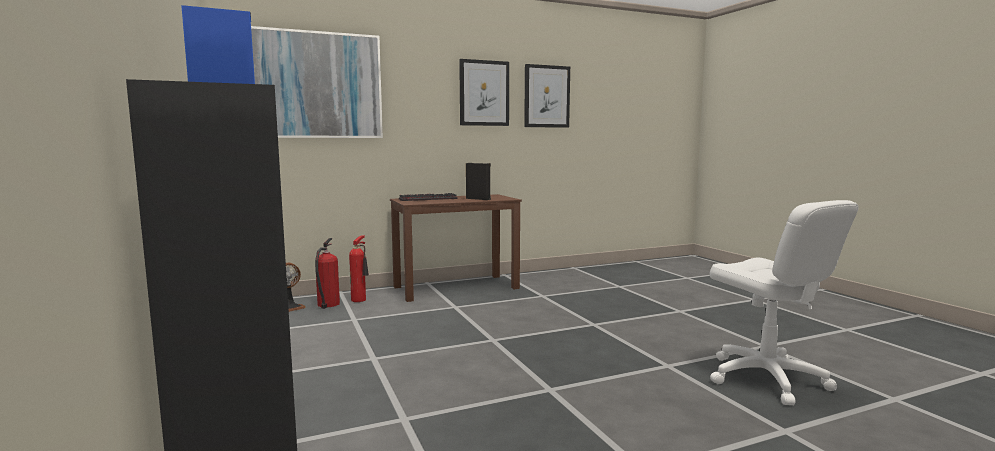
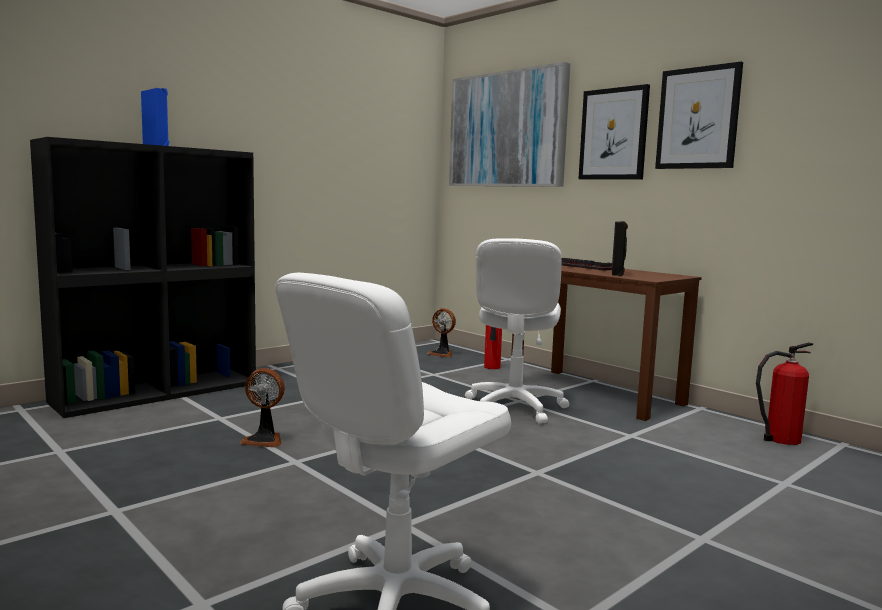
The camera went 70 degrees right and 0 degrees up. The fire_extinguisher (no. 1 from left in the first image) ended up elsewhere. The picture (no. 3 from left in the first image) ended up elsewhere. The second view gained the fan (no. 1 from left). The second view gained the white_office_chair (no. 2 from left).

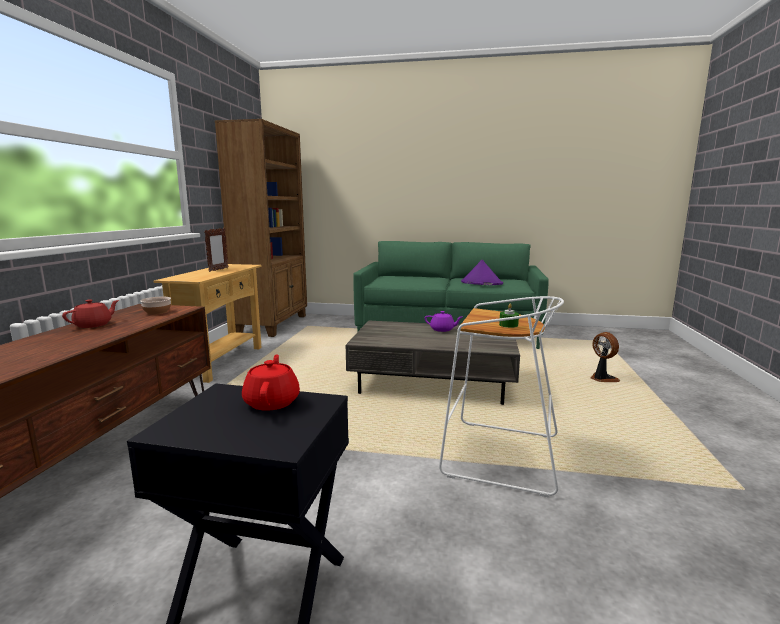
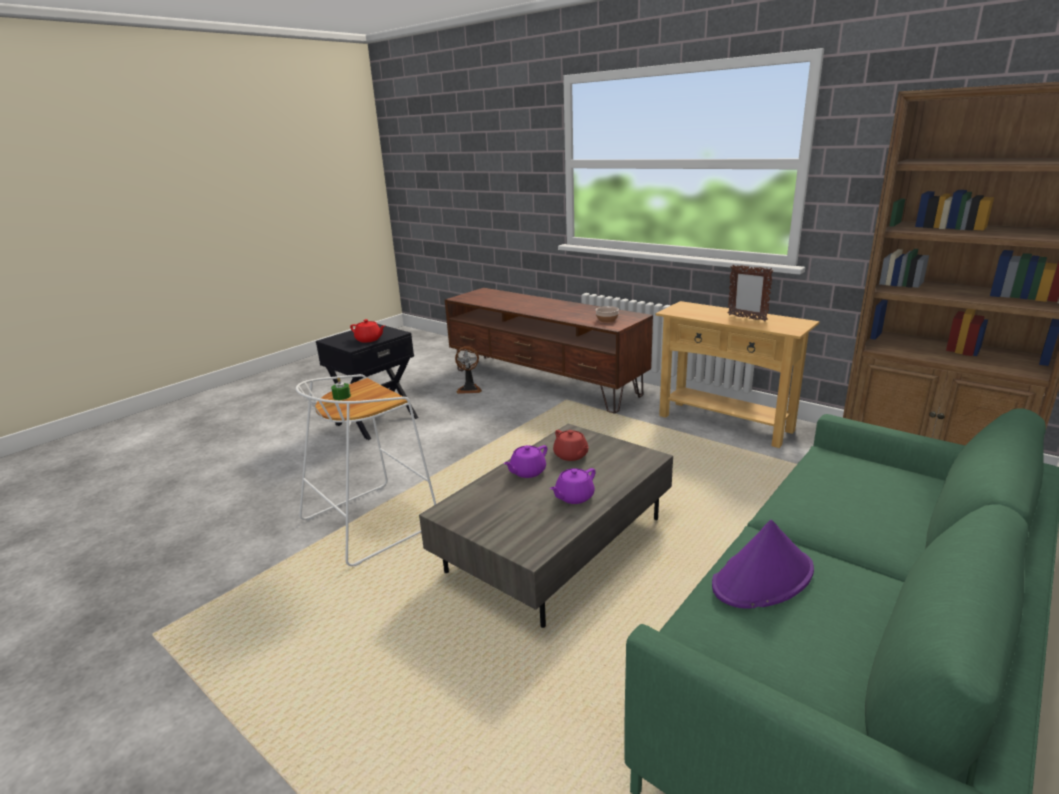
The camera went 120 degrees right and 10 degrees up. The red_teapot (no. 1 from left in the first image) ended up elsewhere. The fan ended up elsewhere. The second view gained the purple_teapot (no. 1 from left).

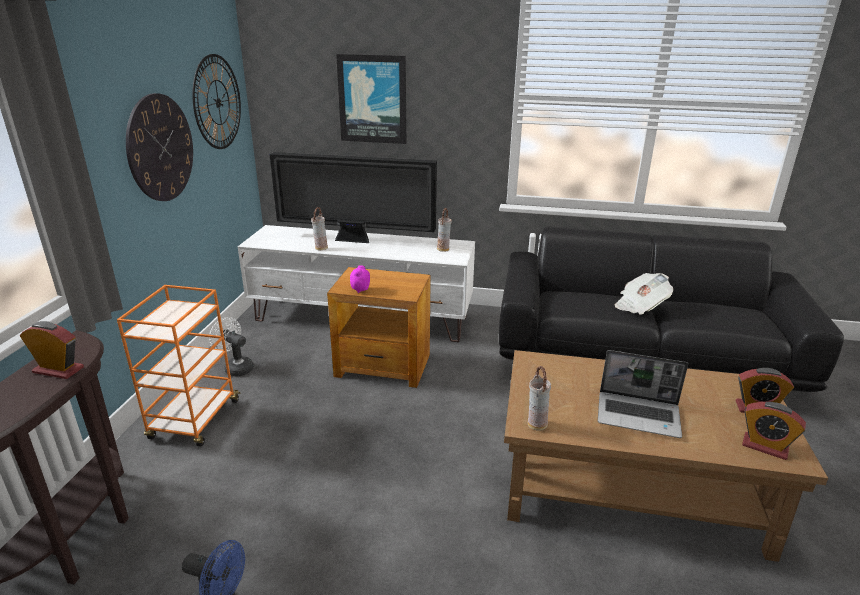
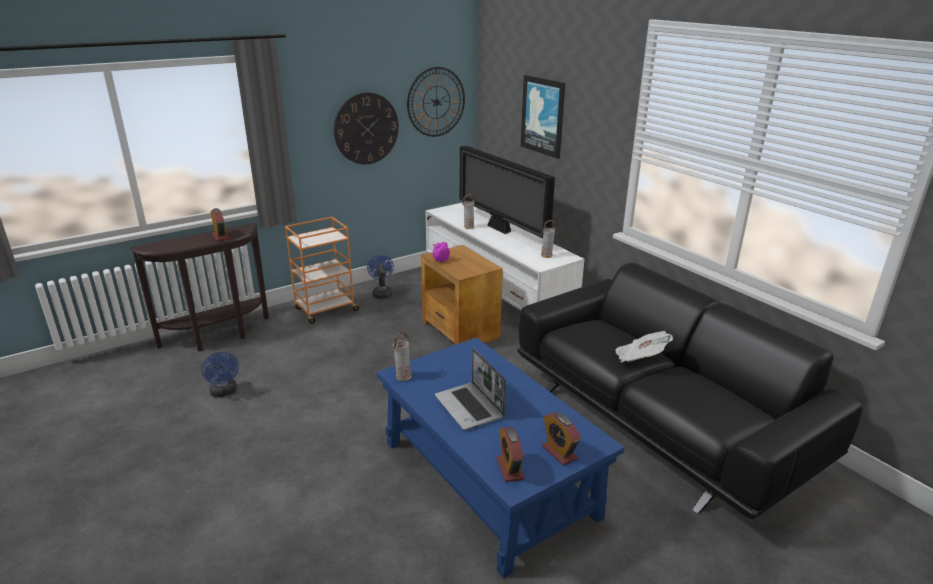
The camera went 45 degrees right and 0 degrees up. What was the white_fan turned into the blue_fan (no. 2 from left). What was the brown_coffee_table turned into the blue_coffee_table.

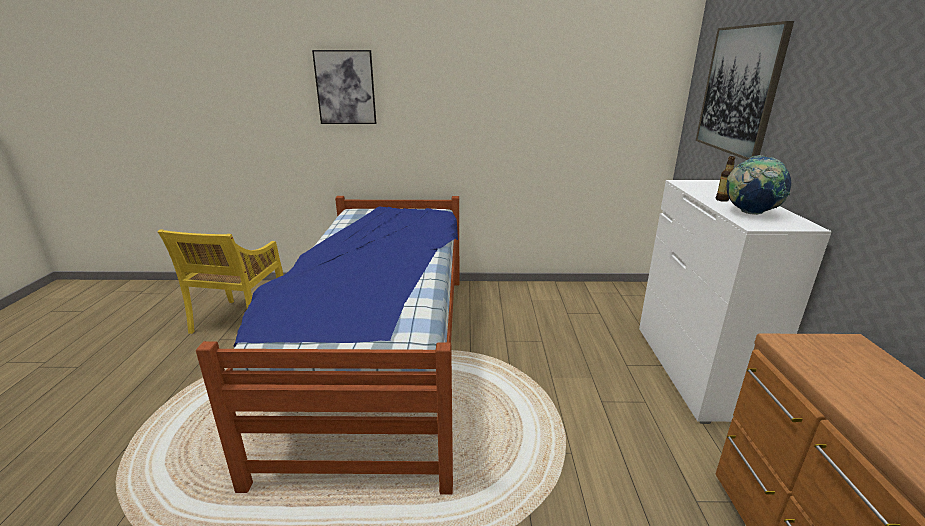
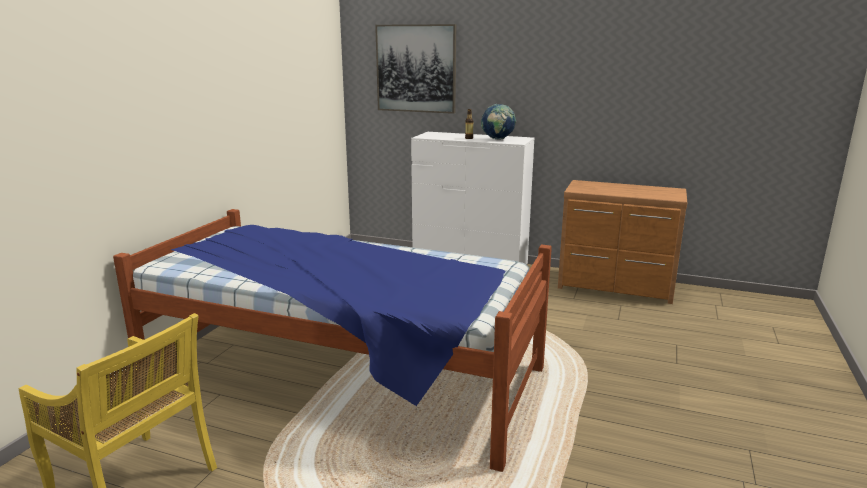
The camera went 70 degrees left and 5 degrees down. The second view lost the picture (no. 1 from left).

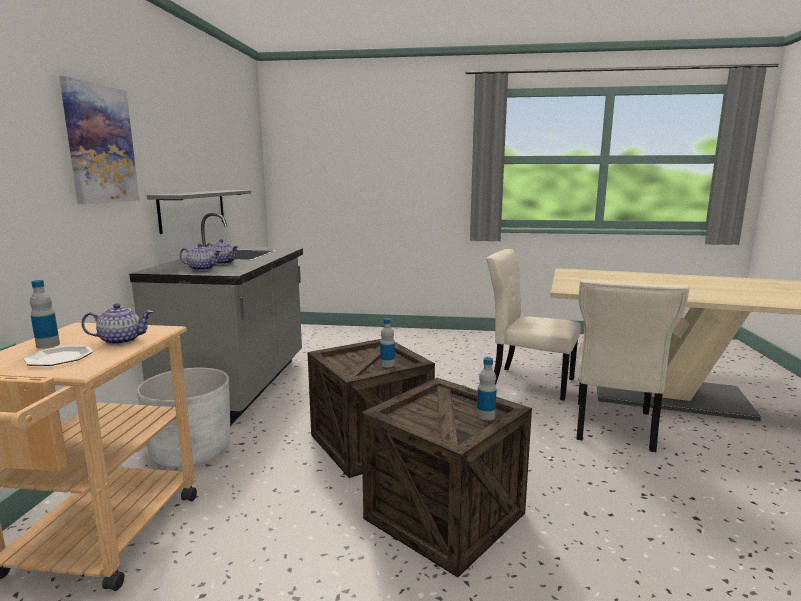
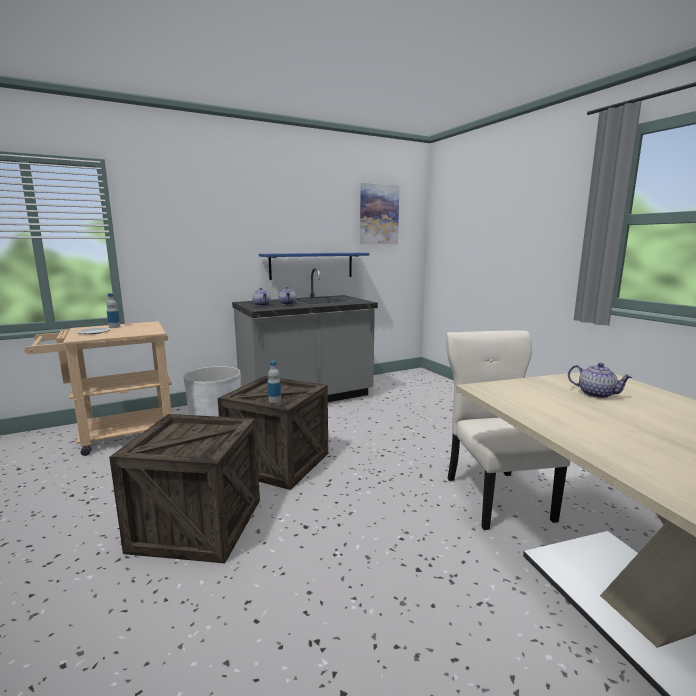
The camera went 55 degrees right and 0 degrees up. The picture ended up elsewhere. The teapot (no. 1 from left in the first image) ended up elsewhere. What was the grey_shelf turned into the blue_shelf. The second view lost the bottle (no. 3 from left). The second view lost the beige_chair (no. 2 from left).

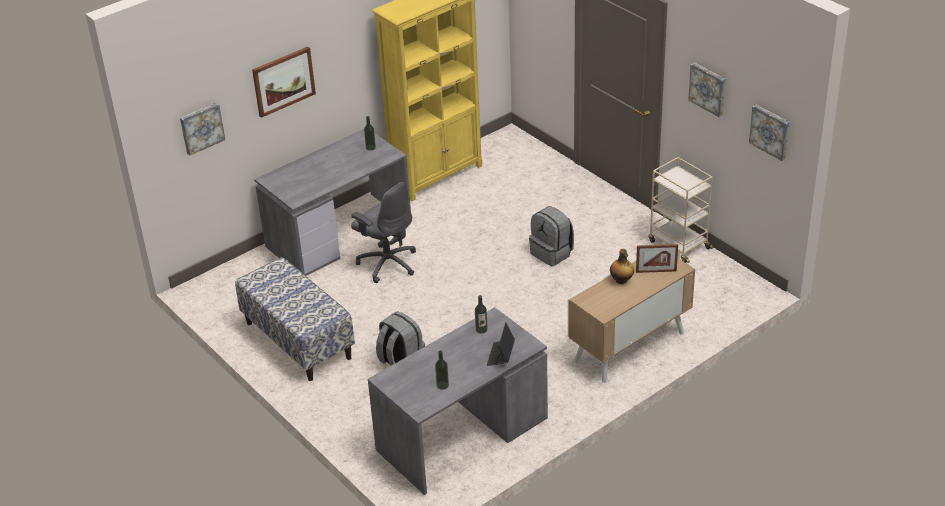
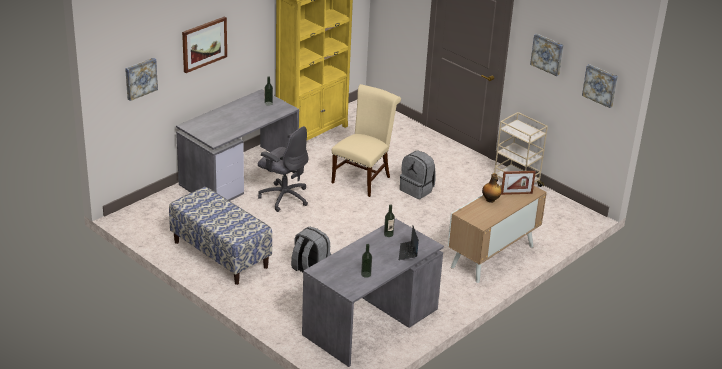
The camera went 10 degrees left and 5 degrees down. The second view gained the beige_chair.

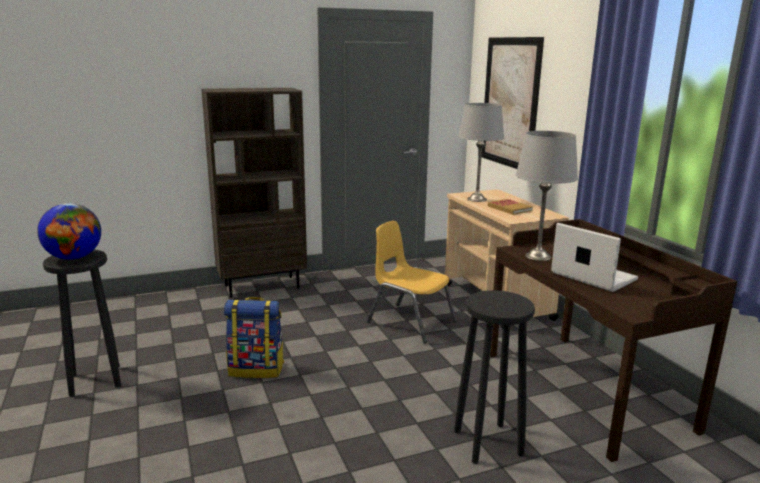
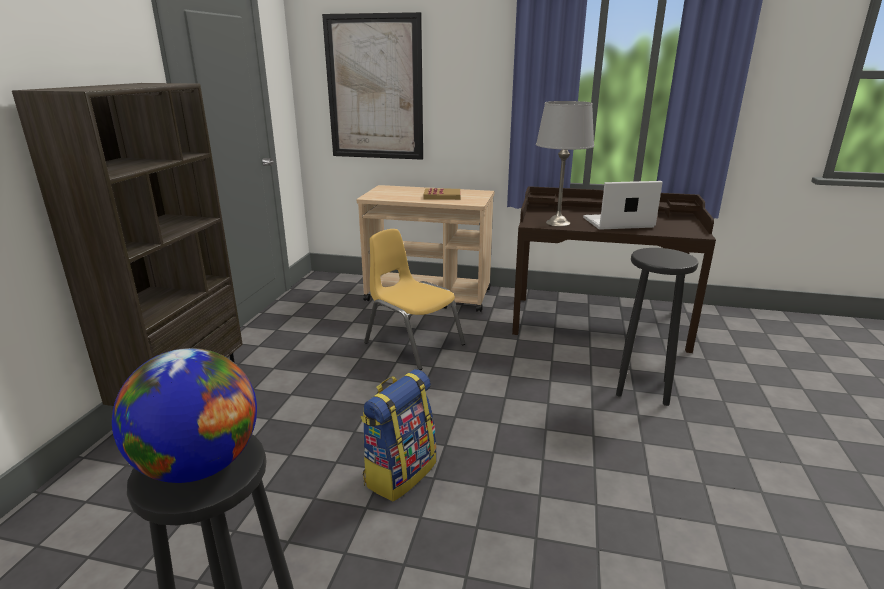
The camera went 55 degrees left and 5 degrees up. The yellow_chair ended up facing another way, 60 degrees clockwise from before. The second view lost the grey_table_lamp (no. 1 from left).

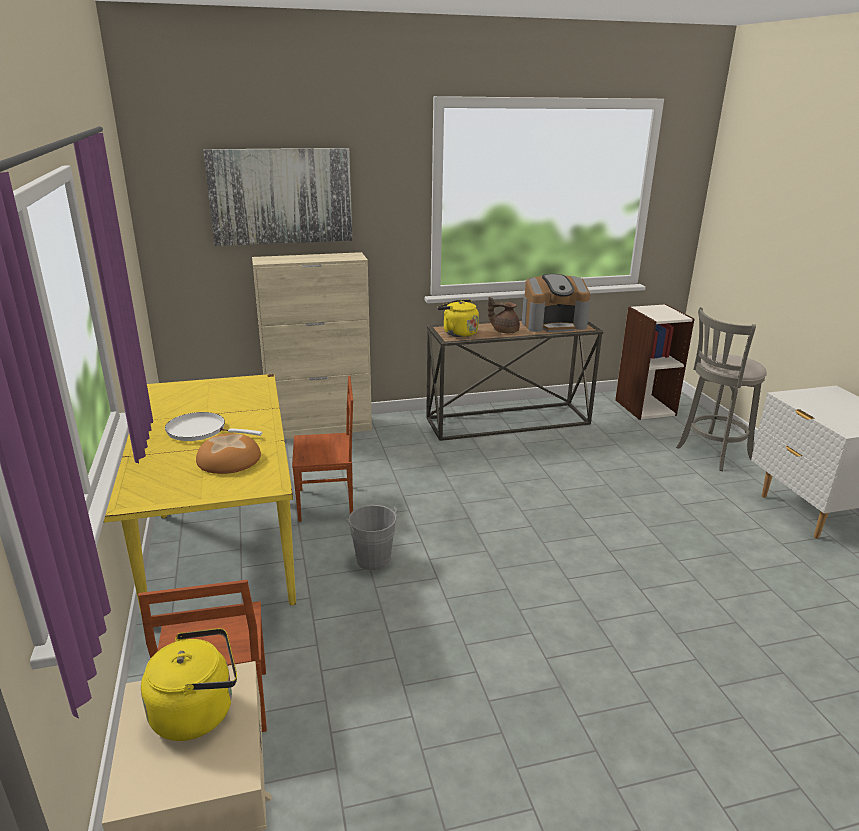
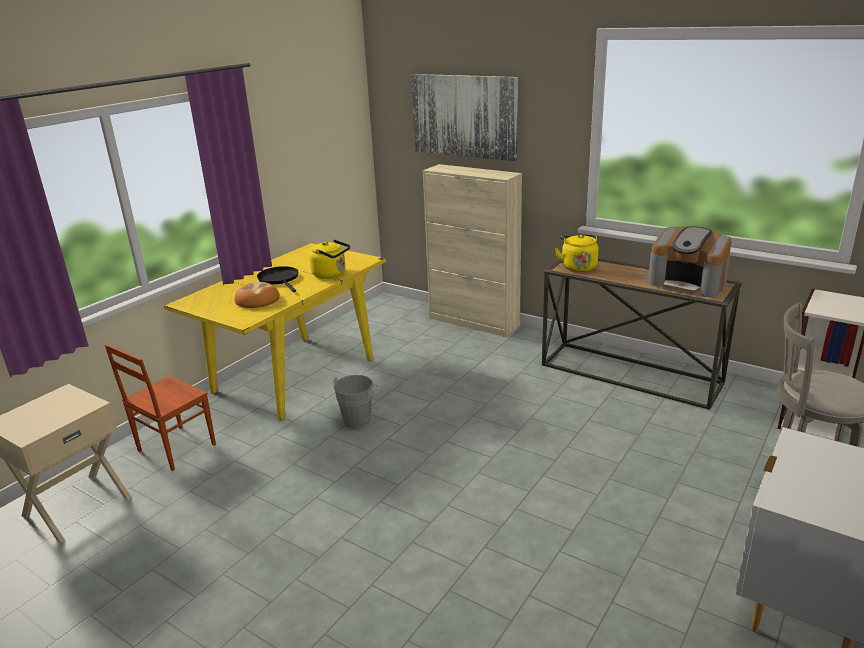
The camera went 50 degrees right and 0 degrees up. The yellow_kettle (no. 1 from left) ended up elsewhere. What was the white_frying_pan turned into the black_frying_pan. The second view lost the brown_chair (no. 2 from left). The second view lost the brown_teapot.

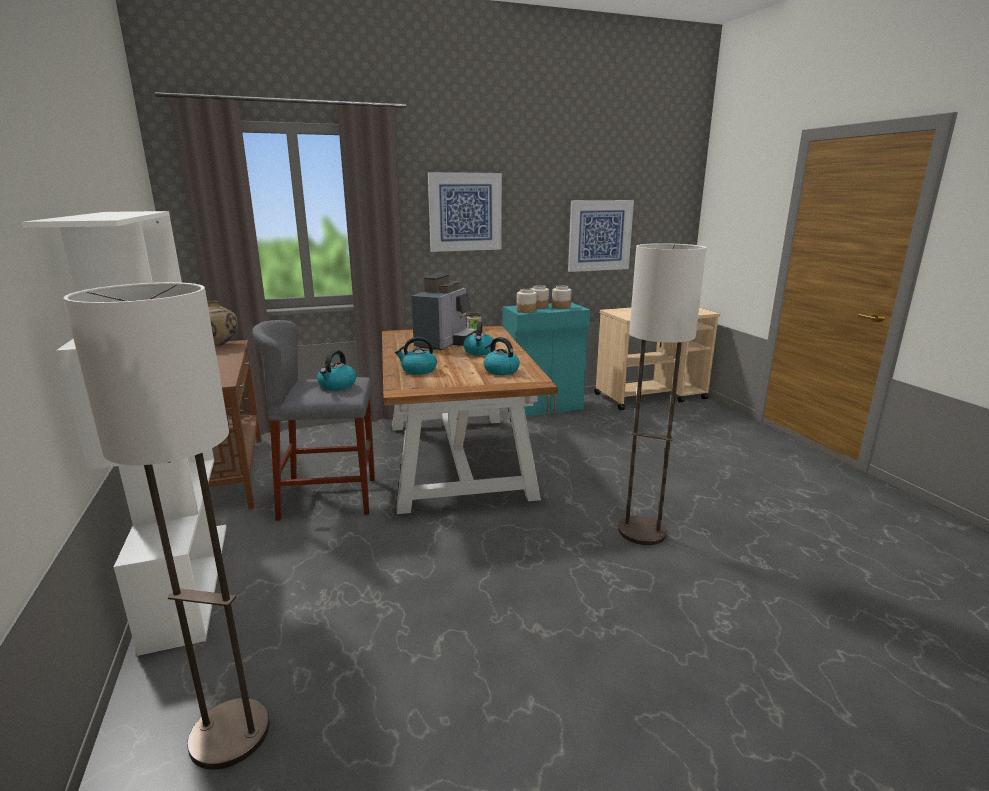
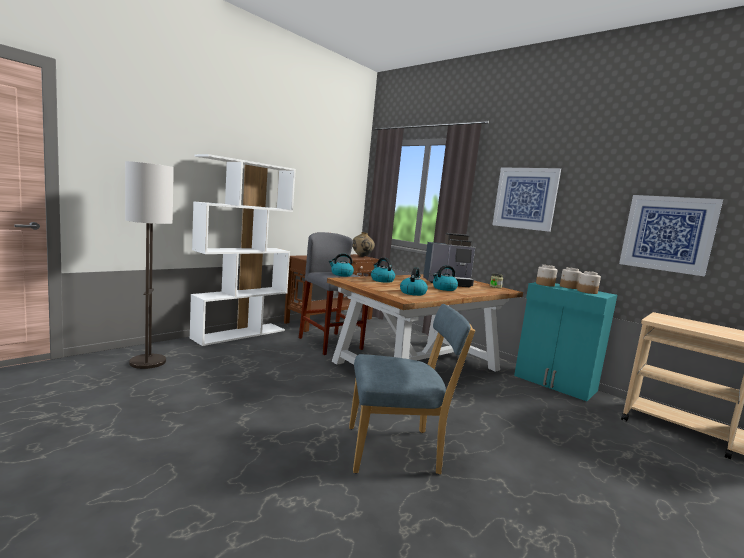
The camera went 60 degrees right and 10 degrees down. Where the floor_lamp (no. 2 from left) stood, the blue_chair came to stand.

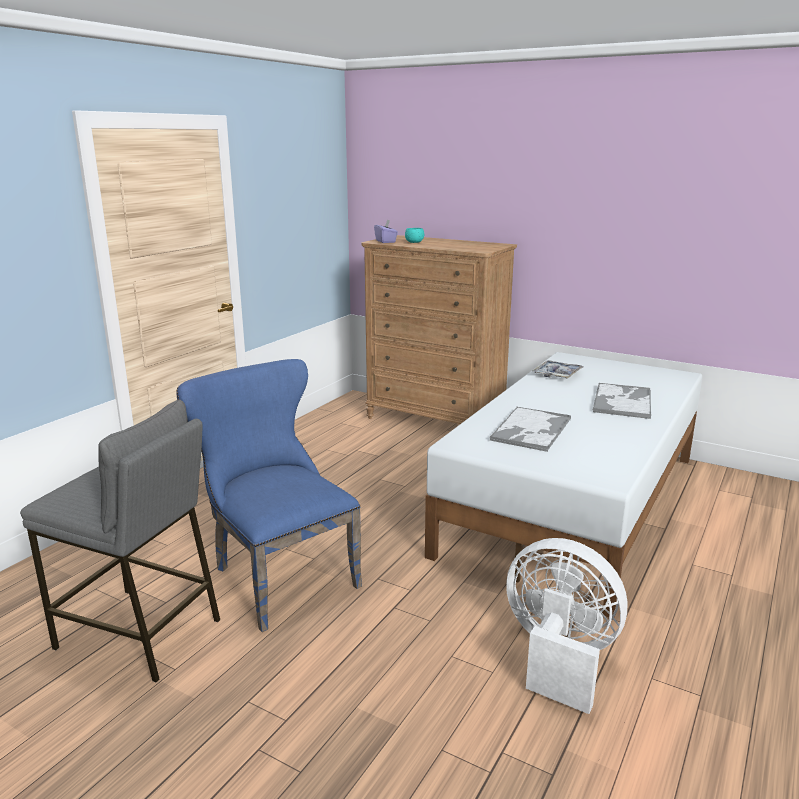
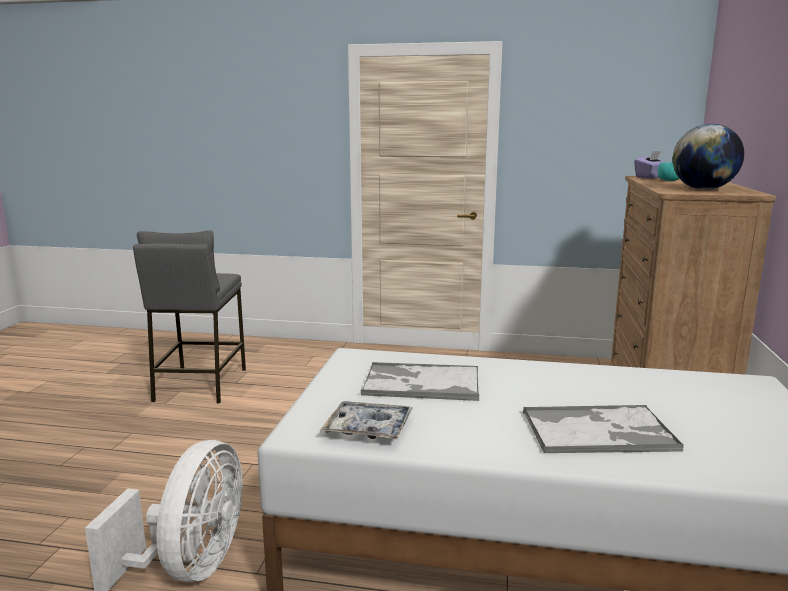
The camera went 70 degrees right and 5 degrees down. The second view lost the blue_chair. The tray (no. 2 from left in the first image) ended up elsewhere. The second view gained the globe.

